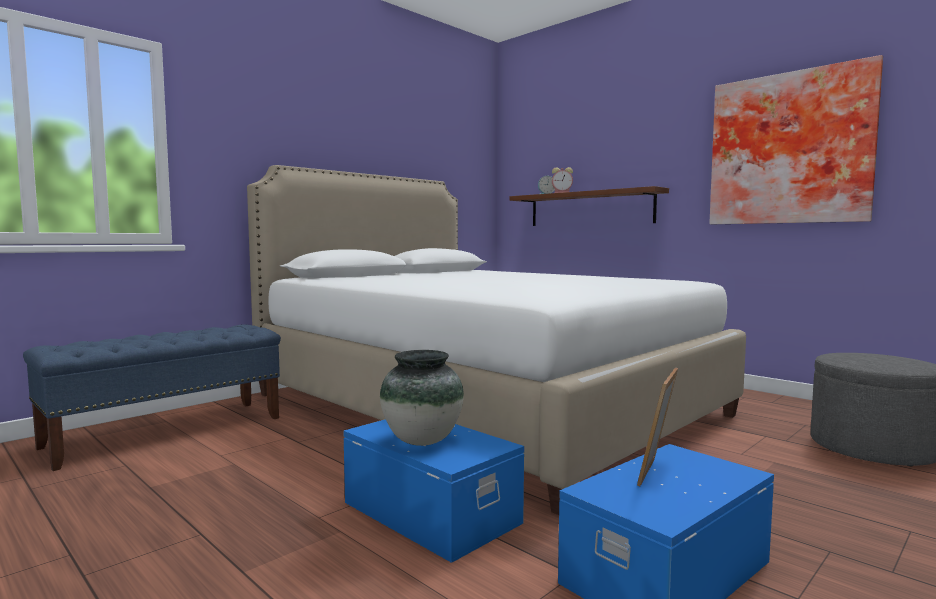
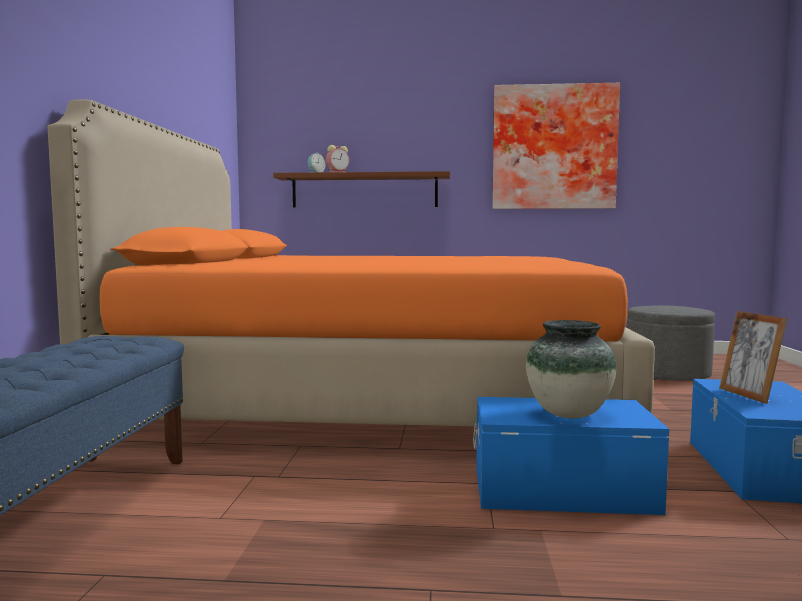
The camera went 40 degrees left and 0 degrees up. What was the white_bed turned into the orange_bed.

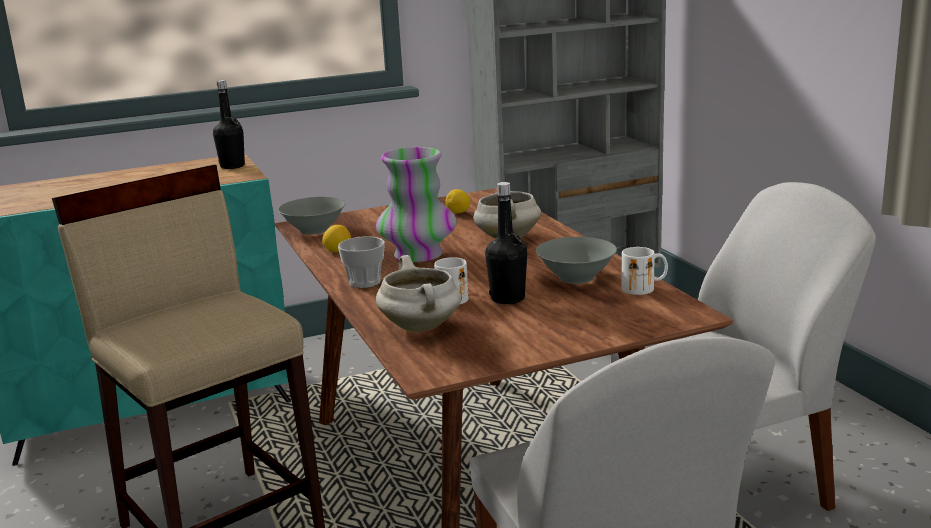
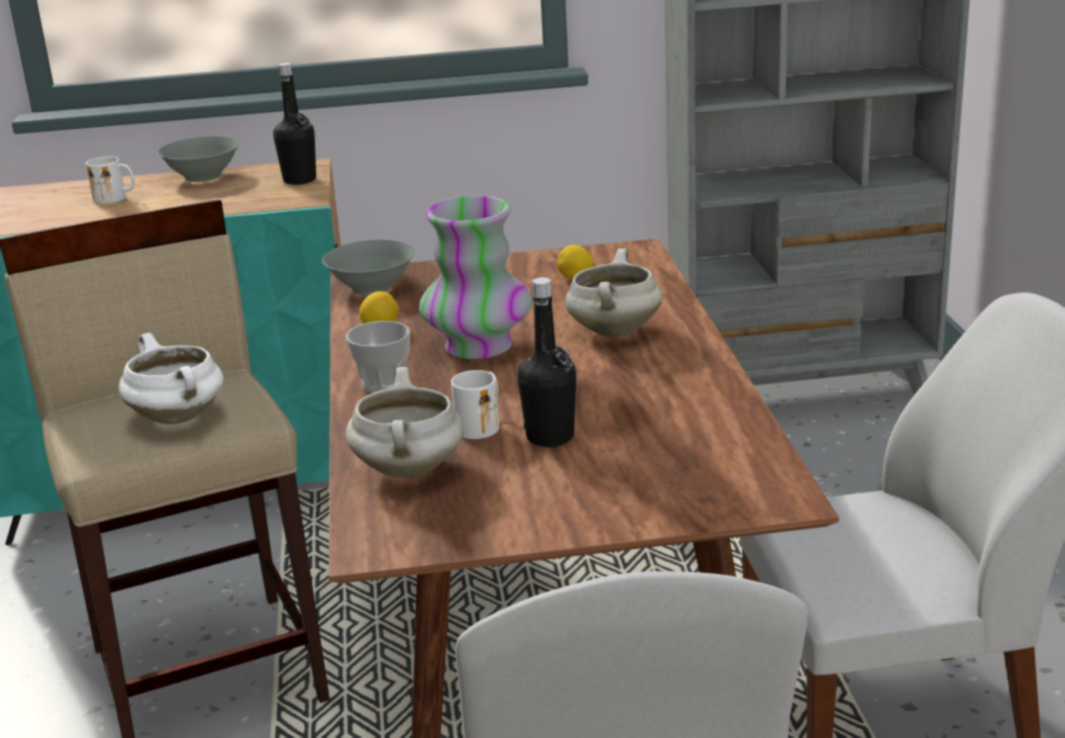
The camera went 15 degrees right and 5 degrees up. The grey_bowl (no. 2 from left in the first image) ended up elsewhere. The white_mug (no. 2 from left in the first image) ended up elsewhere. The second view gained the white_cooking_pot (no. 1 from left).

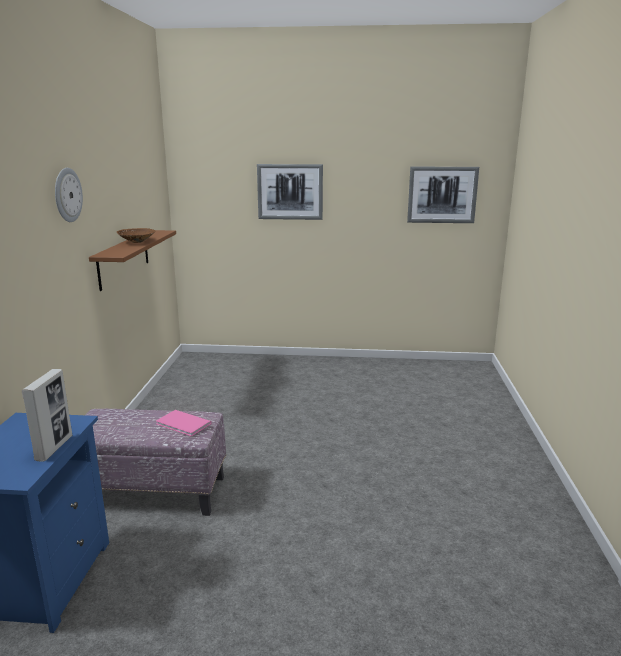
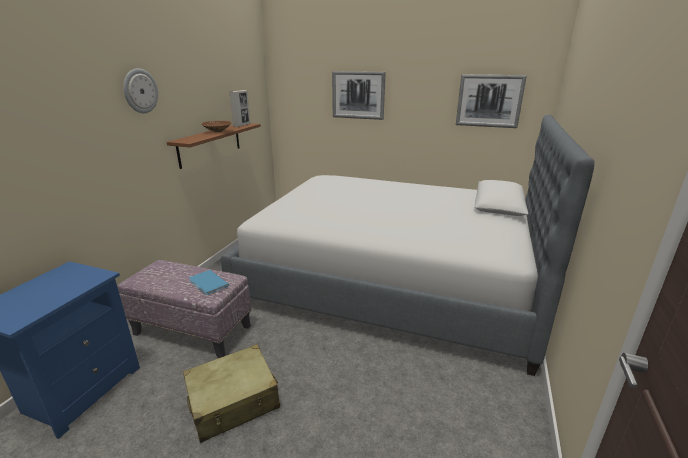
The camera went 15 degrees right and 5 degrees up. The picture_frame ended up elsewhere. What was the pink_book turned into the blue_book. The second view gained the beige_suitcase. The second view gained the bed.

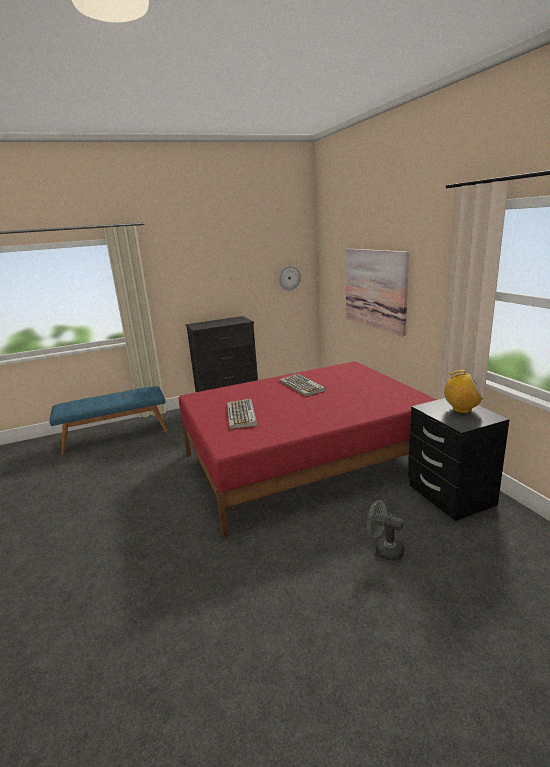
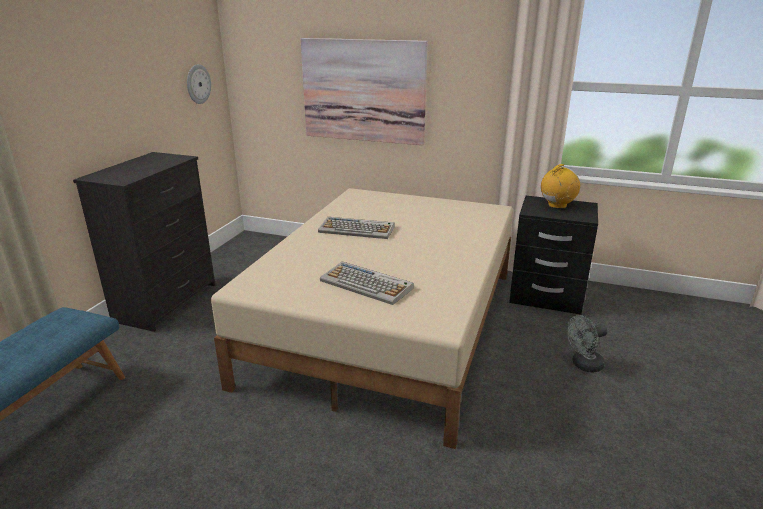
The camera went 50 degrees left and 5 degrees up. What was the red_bed turned into the beige_bed.

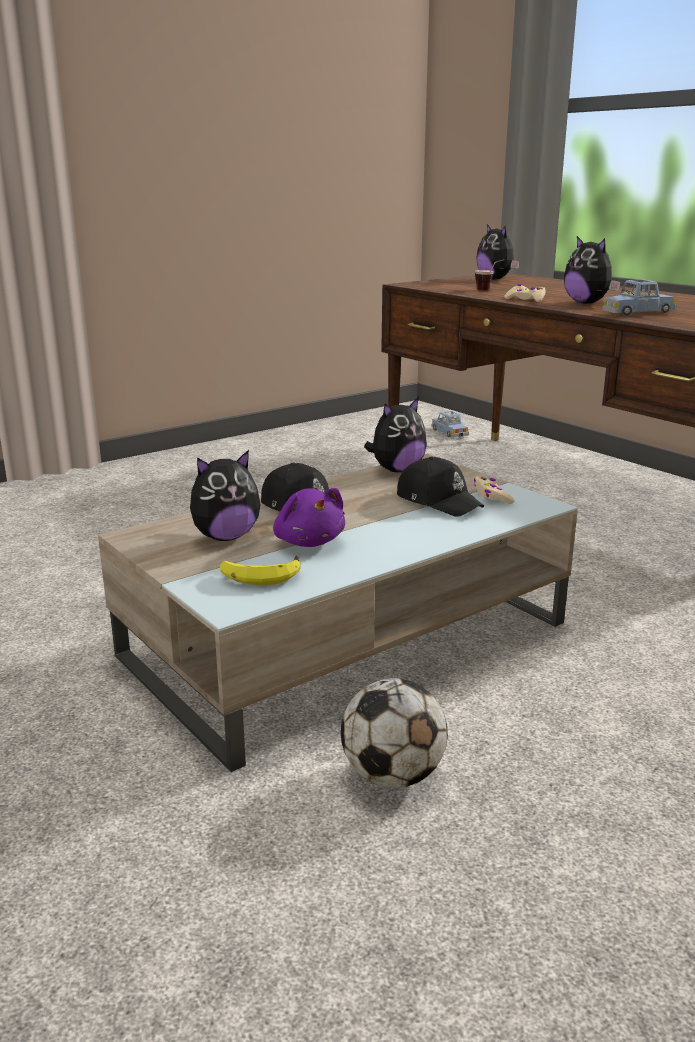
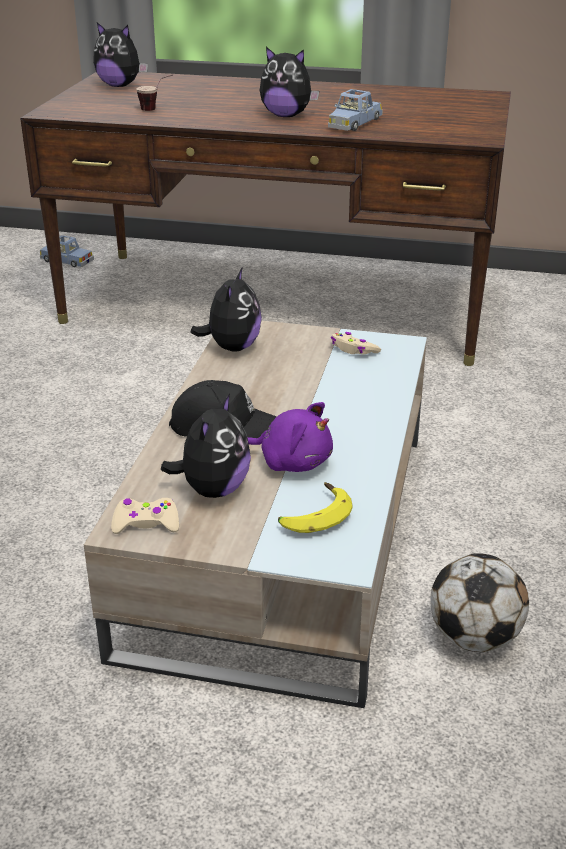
The camera went 40 degrees left and 10 degrees up. The second view lost the black_cap (no. 2 from left). The beige_game_controller (no. 2 from left in the first image) ended up elsewhere.

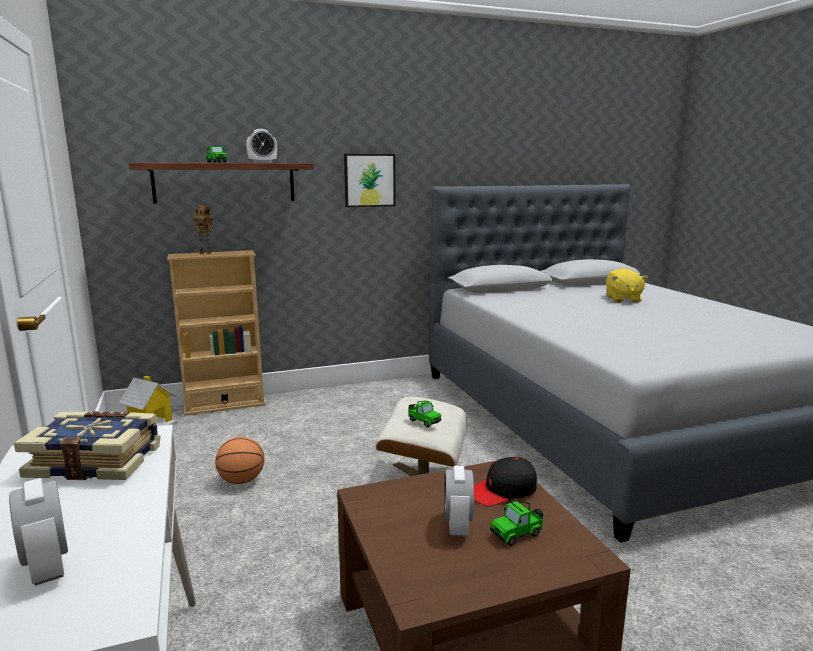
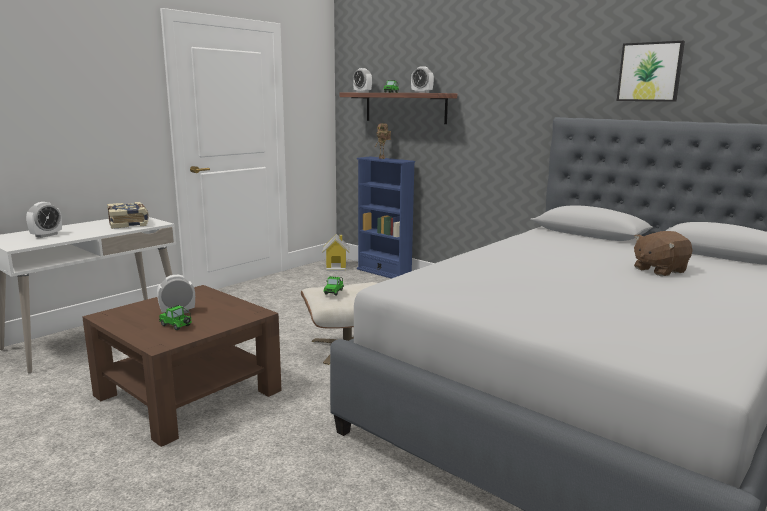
The camera went 60 degrees right and 0 degrees up. What was the beige_bookcase turned into the blue_bookcase. The second view lost the basketball. The picture ended up elsewhere. The second view lost the black_cap. What was the yellow_plush_toy turned into the brown_plush_toy. The second view gained the alarm_clock (no. 3 from left).

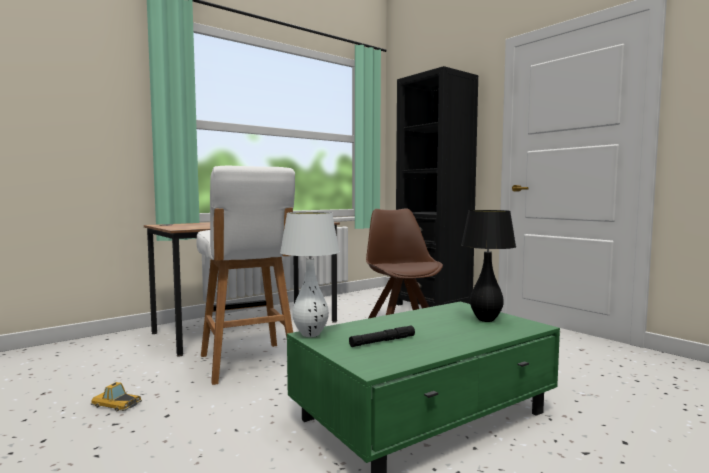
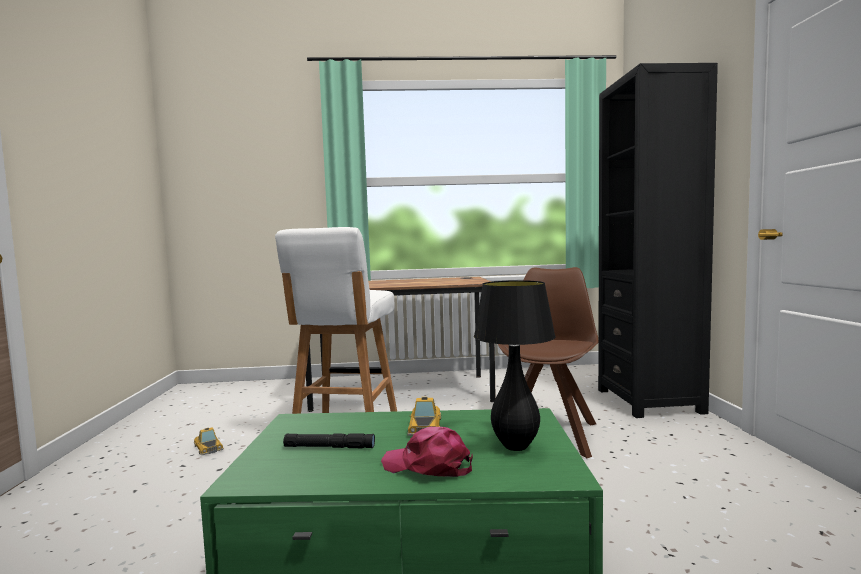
The camera went 35 degrees right and 0 degrees up. The second view lost the white_table_lamp. The second view gained the pink_cap. The second view gained the toy_car (no. 2 from left).

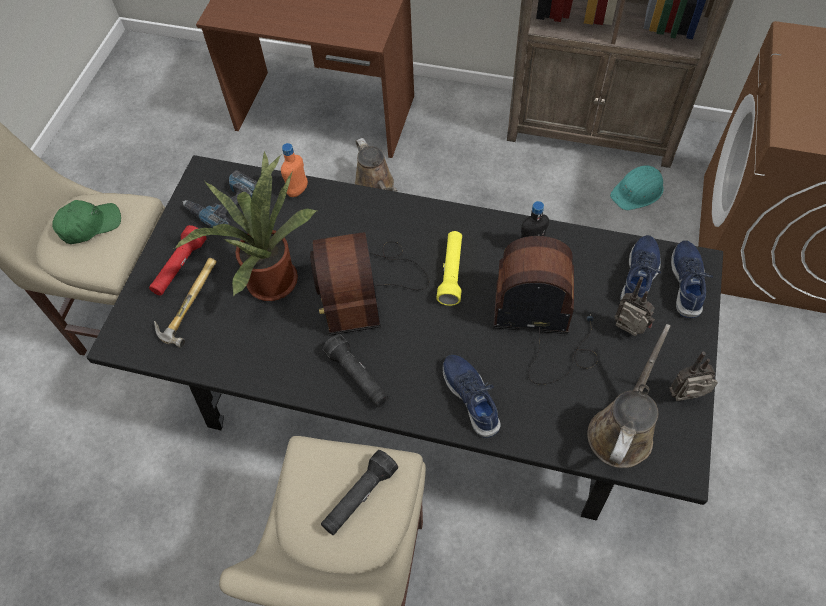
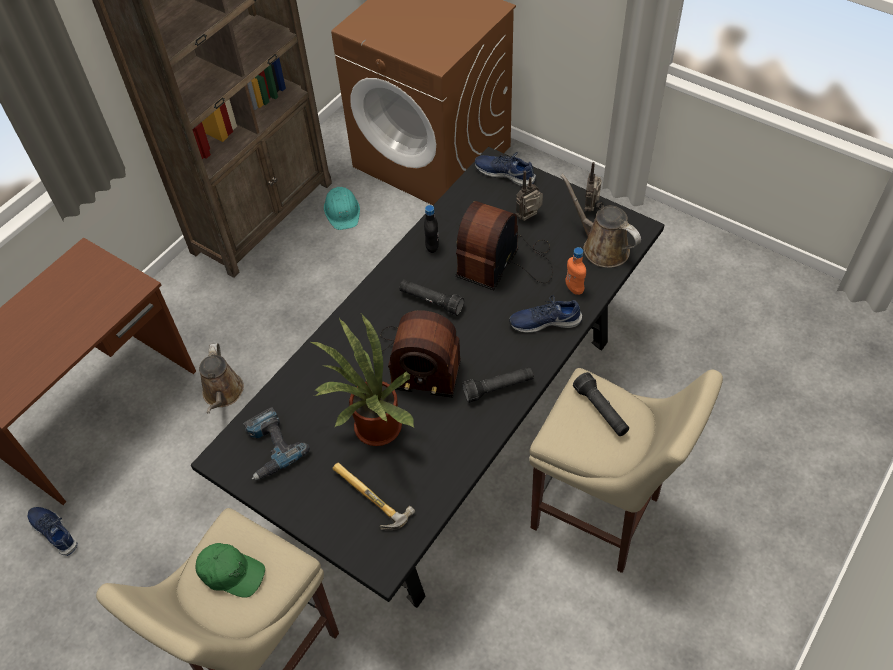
The camera went 70 degrees left and 5 degrees down. The green_cap ended up facing another way, 120 degrees clockwise from before. The second view lost the red_flashlight. The orange_bottle ended up elsewhere. The brown_watering_can (no. 1 from left) ended up facing another way, 90 degrees clockwise from before. What was the yellow_flashlight turned into the black_flashlight (no. 1 from left). The blue_shoe (no. 2 from left in the first image) ended up elsewhere.

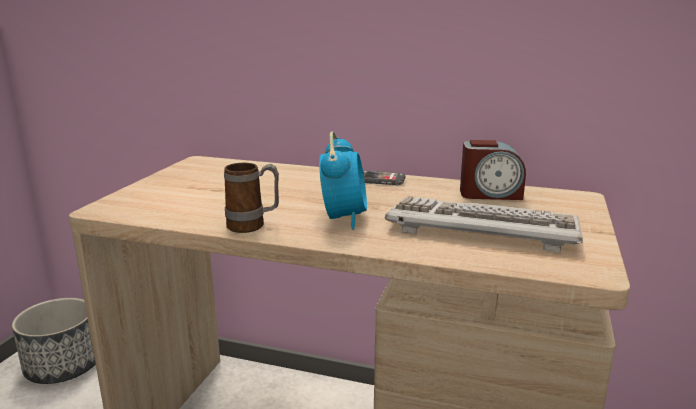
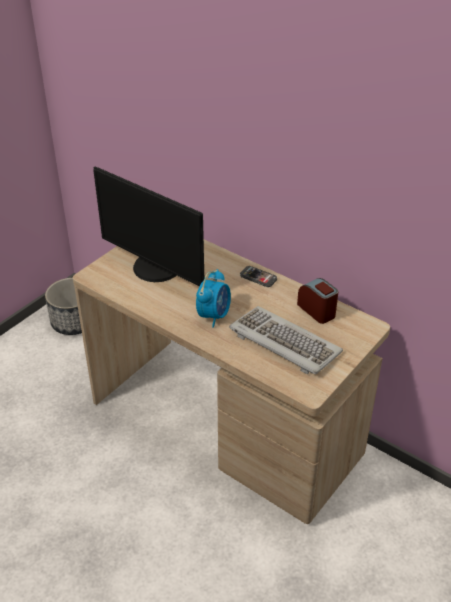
The camera went 20 degrees right and 20 degrees up. The second view lost the mug. The alarm_clock (no. 2 from left) ended up facing another way, 150 degrees counterclockwise from before. The second view gained the monitor.

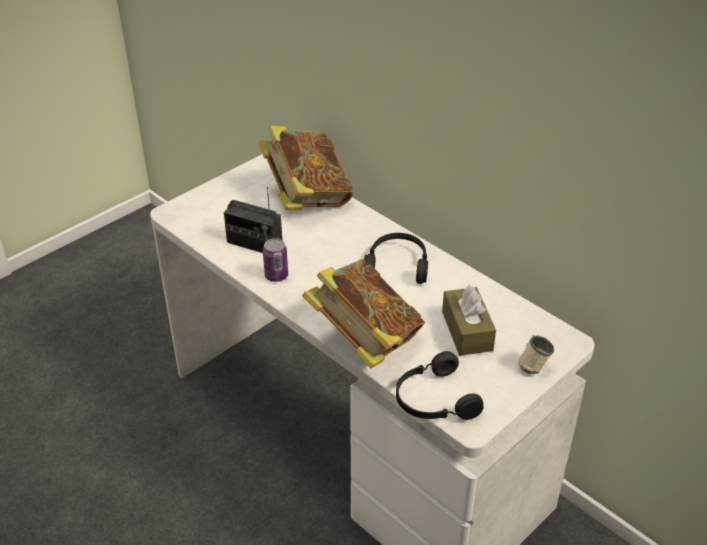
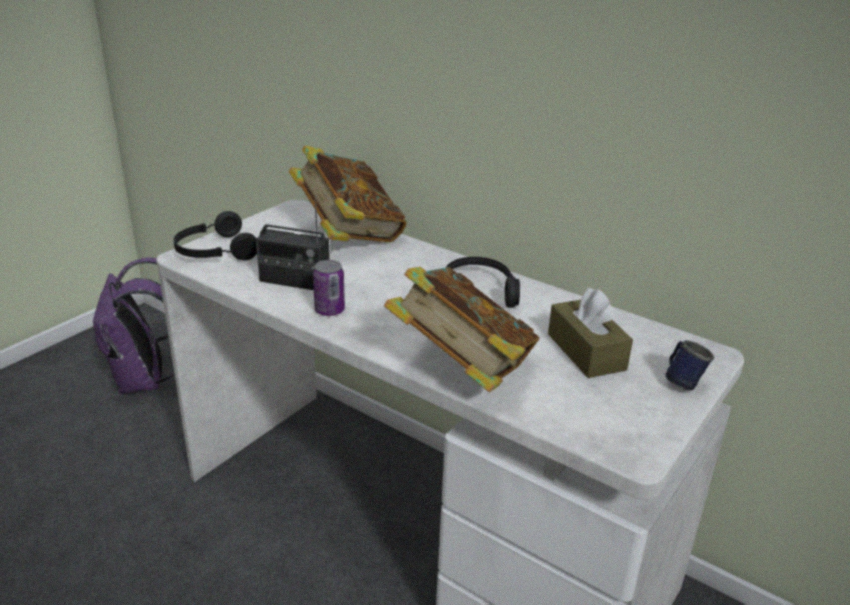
The camera went 10 degrees left and 10 degrees down. The black_headphones (no. 2 from left in the first image) ended up elsewhere. What was the beige_mug turned into the blue_mug. The second view gained the purple_backpack.

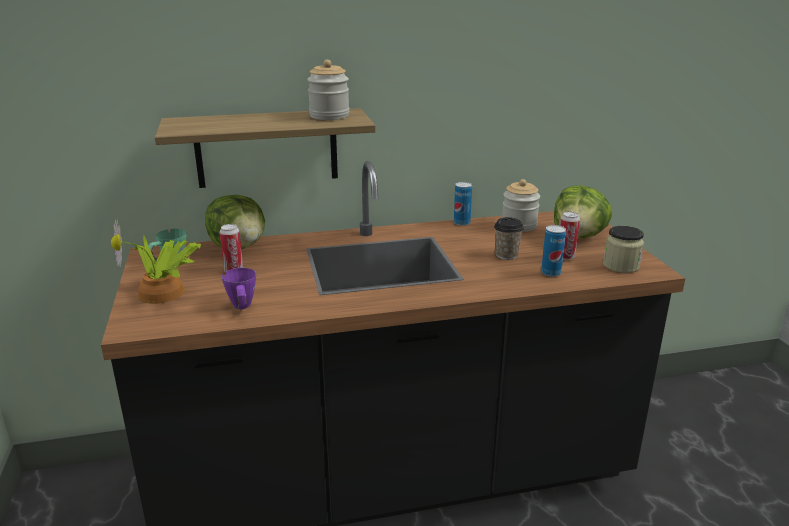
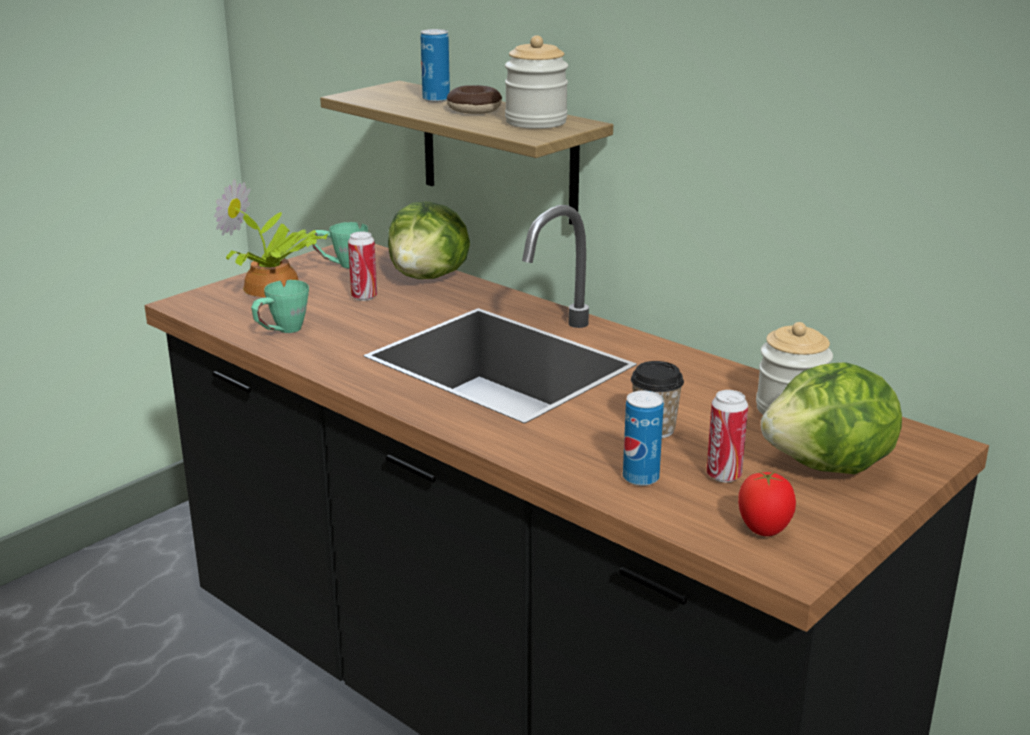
The camera went 55 degrees right and 0 degrees up. What was the purple_mug turned into the green_mug (no. 1 from left). The can (no. 2 from left) ended up elsewhere. Where the jar (no. 3 from left) stood, the tomato came to stand. The second view gained the donut.

